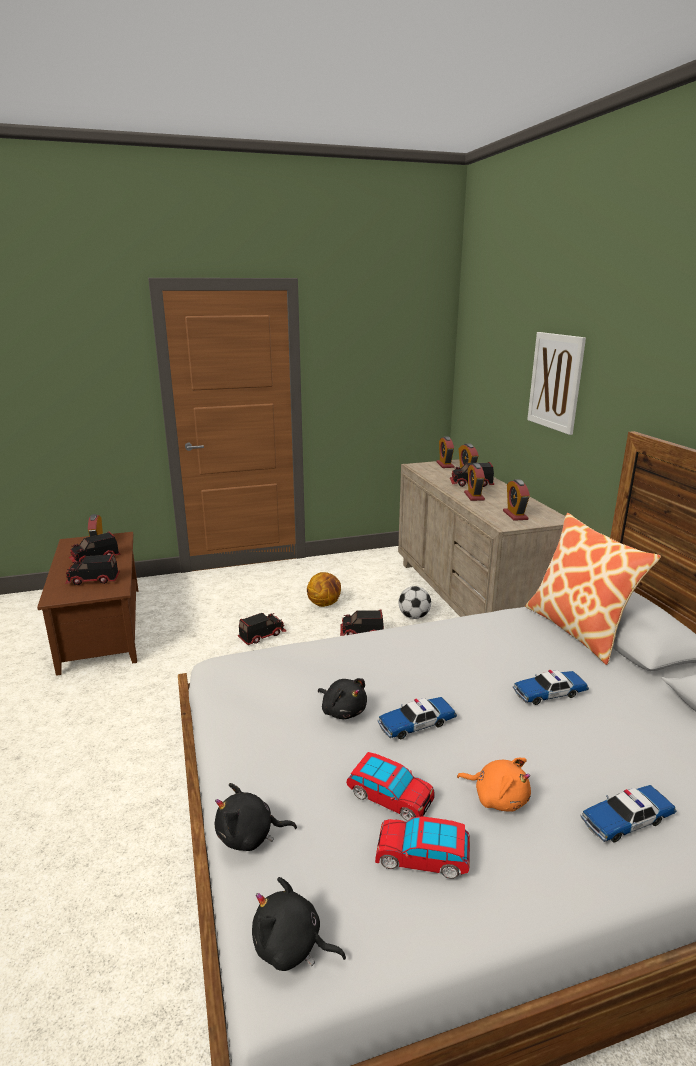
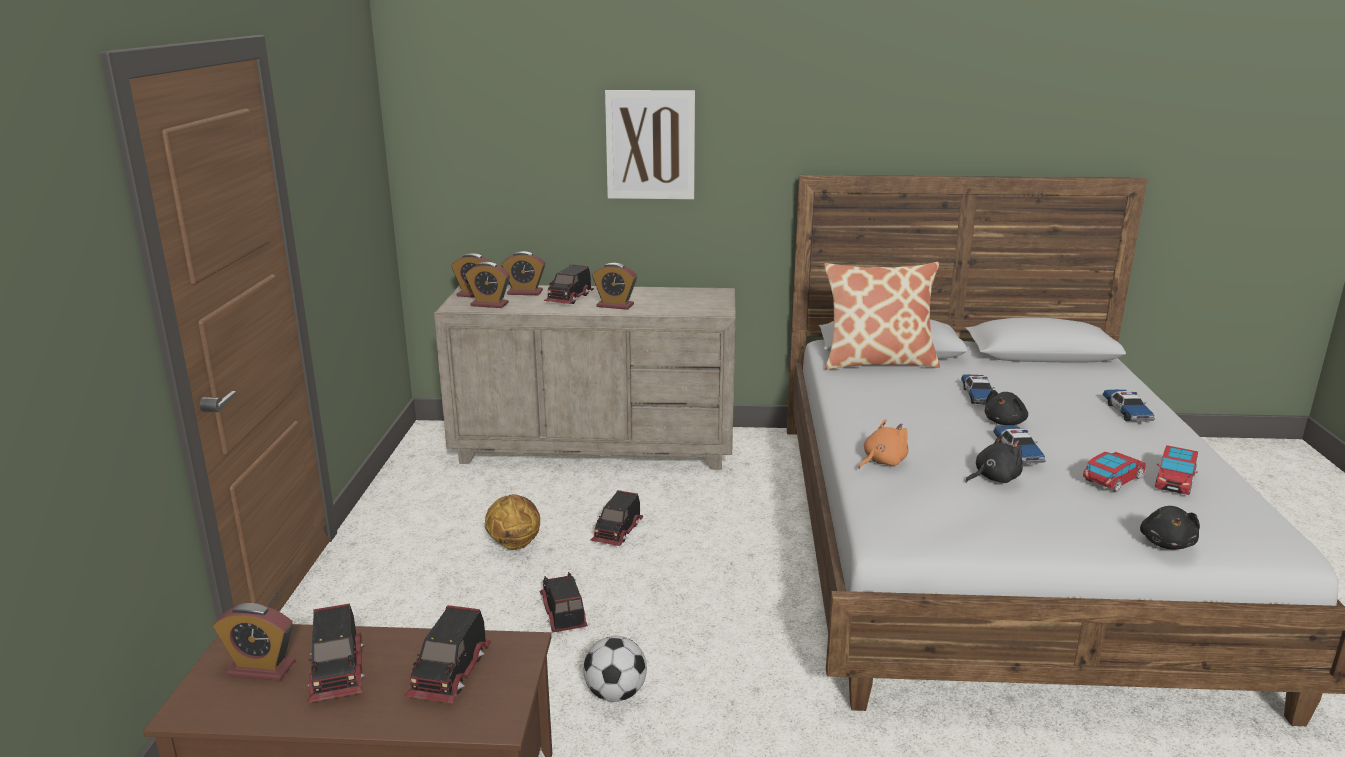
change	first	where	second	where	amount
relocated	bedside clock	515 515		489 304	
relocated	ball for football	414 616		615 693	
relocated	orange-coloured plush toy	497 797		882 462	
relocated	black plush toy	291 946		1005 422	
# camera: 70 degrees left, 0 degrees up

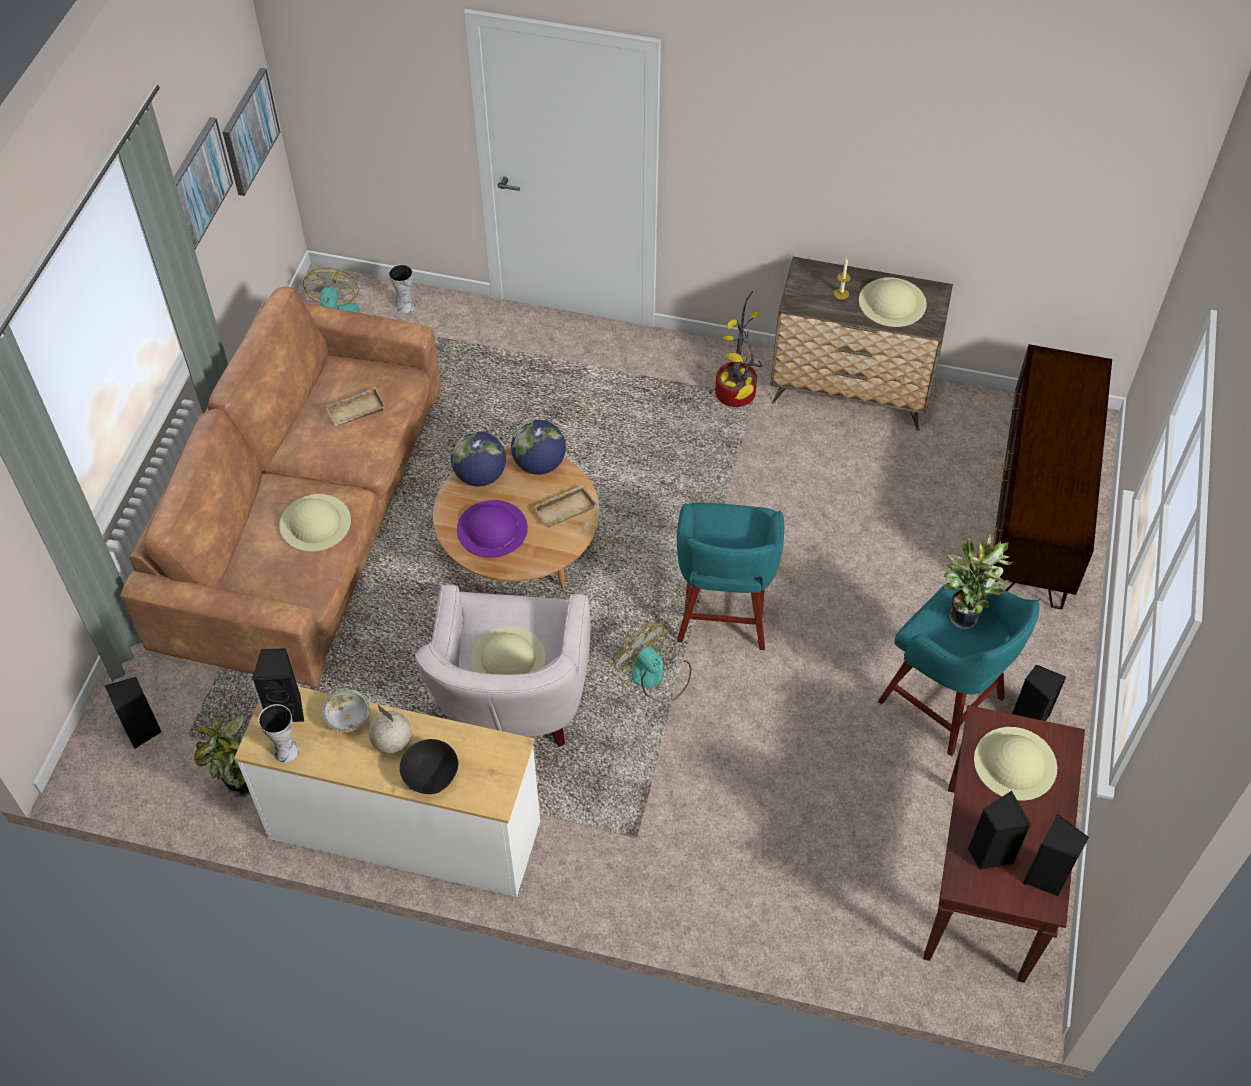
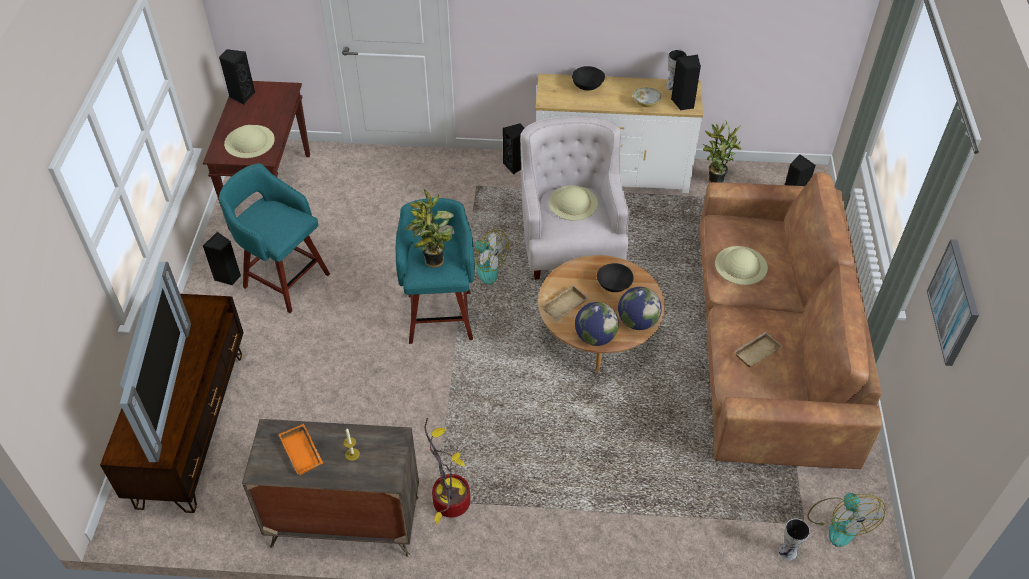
change	first	where	second	where	amount
appeared			television	164 389	
exchanged	sand-coloured hat	892 302	orange-coloured carrying tray	303 452	
relocated	houseplant	963 615		433 262	
relocated	black audio speaker	989 853		515 166	
exchanged	purplish hat	492 528	black deep dish	614 285	
missing	wall art	249 131			
missing	world globe	392 743			
# camera: 170 degrees right, 5 degrees down

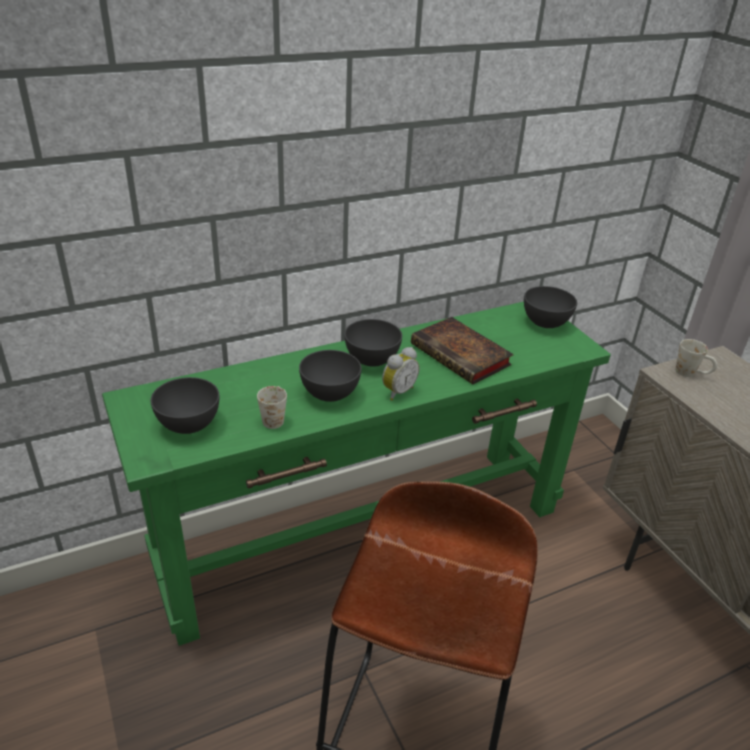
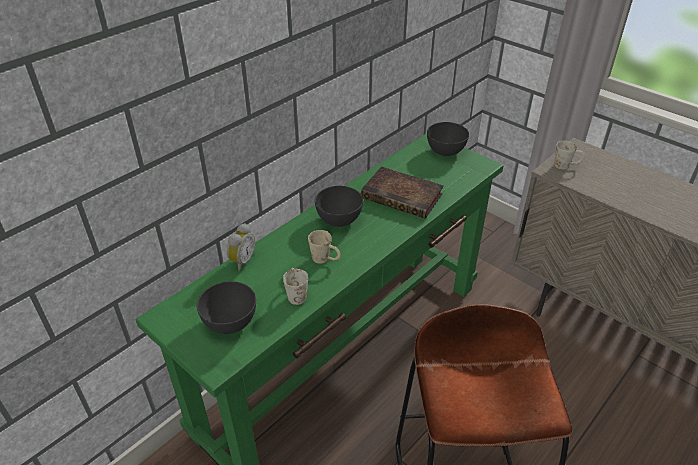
change	first	where	second	where	amount
relocated	bedside clock	397 391		241 261	
exchanged	greyish deep dish	330 394	sand-coloured mug	325 259	
# camera: 20 degrees left, 5 degrees up

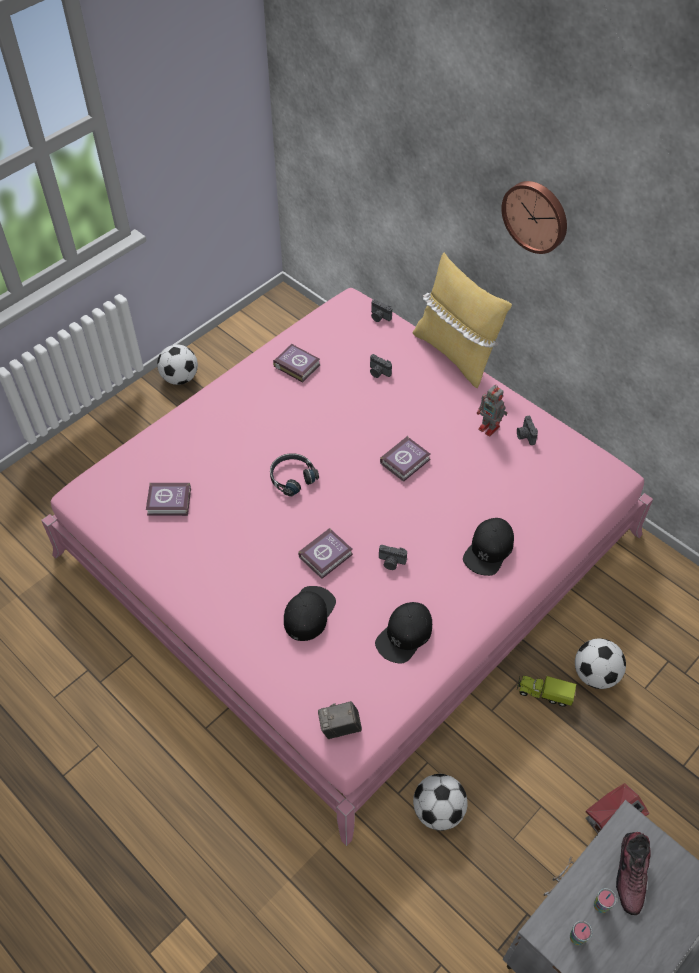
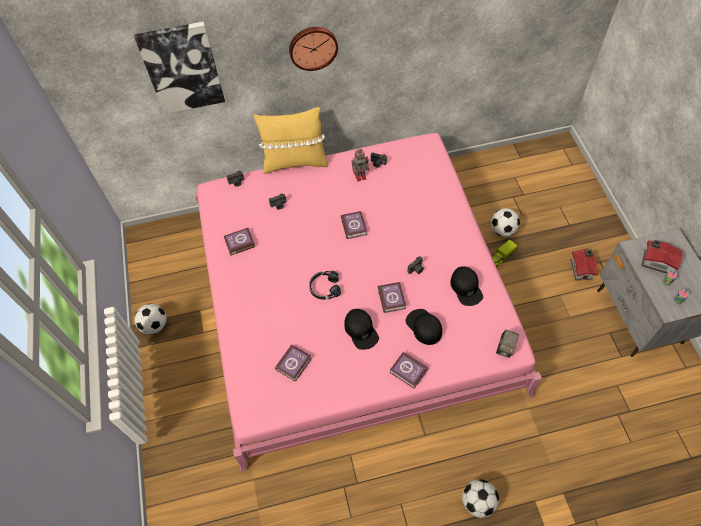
change	first	where	second	where	amount
appeared			wall art	182 68	
relocated	black peaked cap	489 550		361 330	
appeared			bound book	408 372	
relocated	ball for football	438 810		477 502	
exchanged	shoe	631 874	model house	656 261	
# camera: 55 degrees left, 5 degrees up

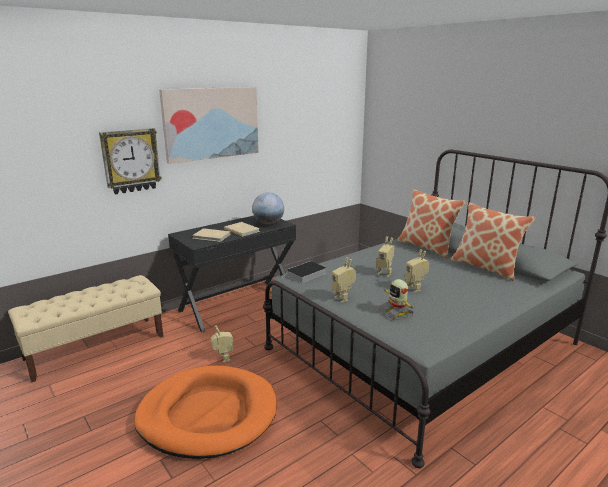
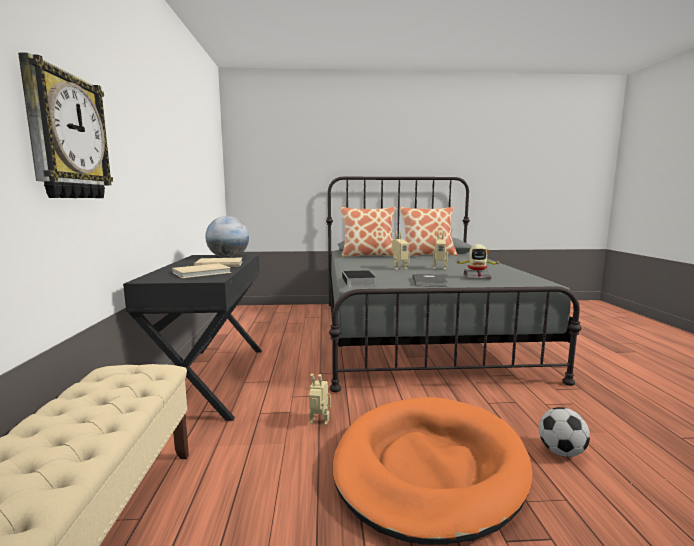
change	first	where	second	where	amount
exchanged	robot figure	343 298	greyish bound book	430 282	
appeared			ball for football	561 452	
missing	wall art	211 123			
# camera: 55 degrees left, 10 degrees down

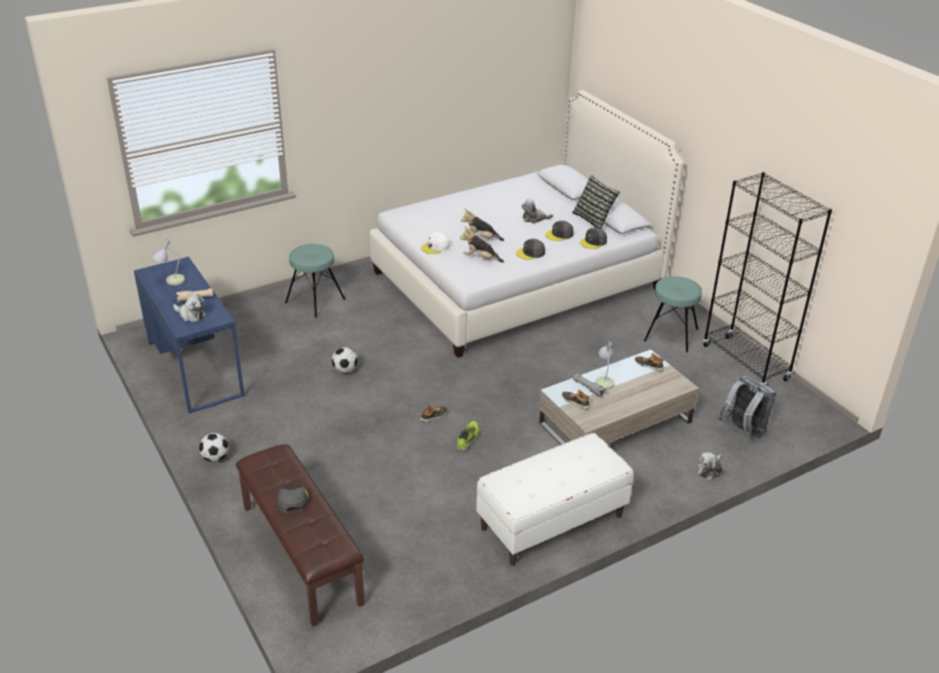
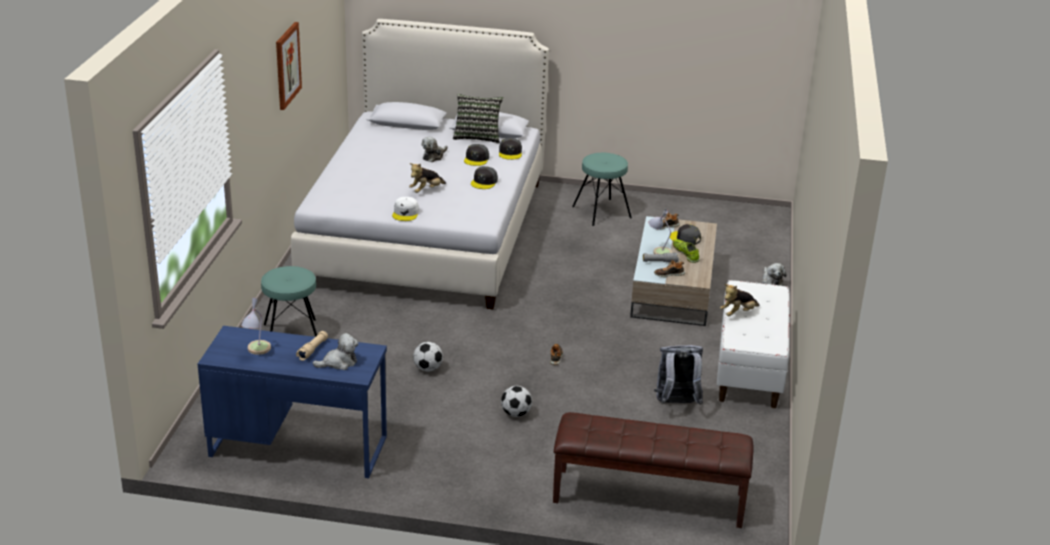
change	first	where	second	where	amount
appeared			wall art	287 65	
relocated	ball for football	215 458		516 413	
relocated	greyish knapsack	743 431		676 404	
relocated	greyish peaked cap	292 500		685 238	
relocated	shoe	468 438		686 254	
relocated	plush toy	480 259		738 313	
missing	black shelving unit	745 363			
# camera: 50 degrees left, 5 degrees down

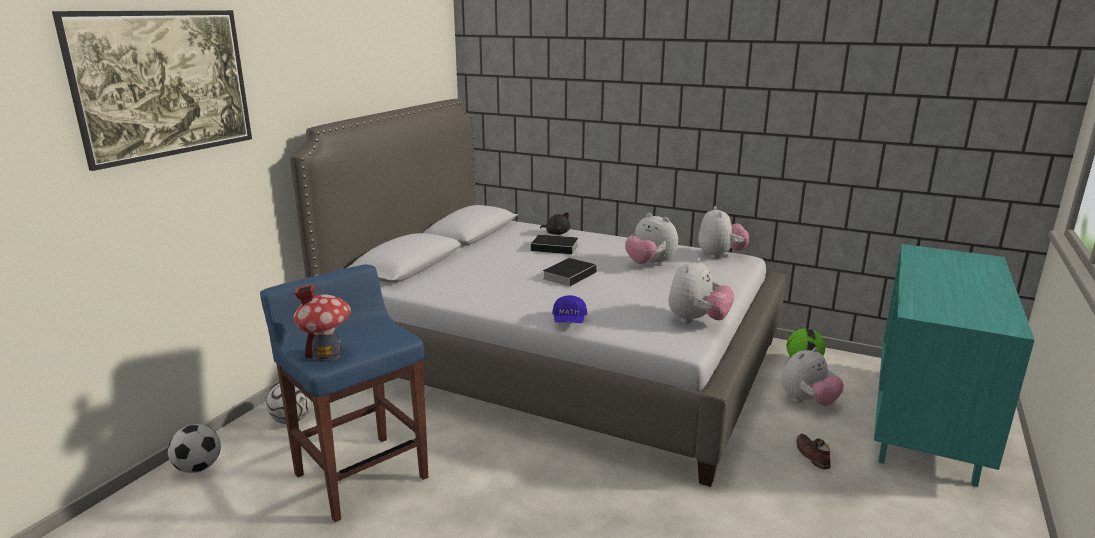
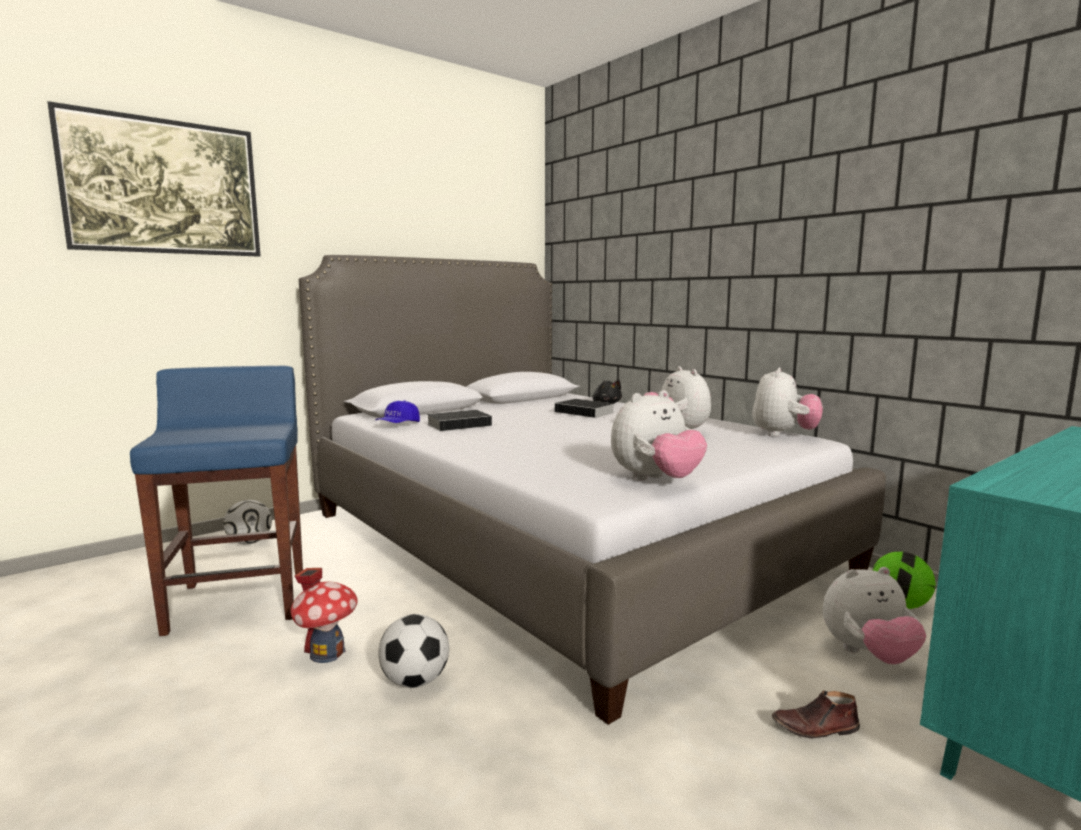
change	first	where	second	where	amount
relocated	model house	327 354		327 653	
relocated	blue peaked cap	569 321		398 425	
relocated	ball for football	198 468		415 681	
relocated	bound book	570 275		460 424	
spun	brown-coloured shoe	811 455		815 728	105 degrees counterclockwise
# camera: 25 degrees right, 10 degrees down

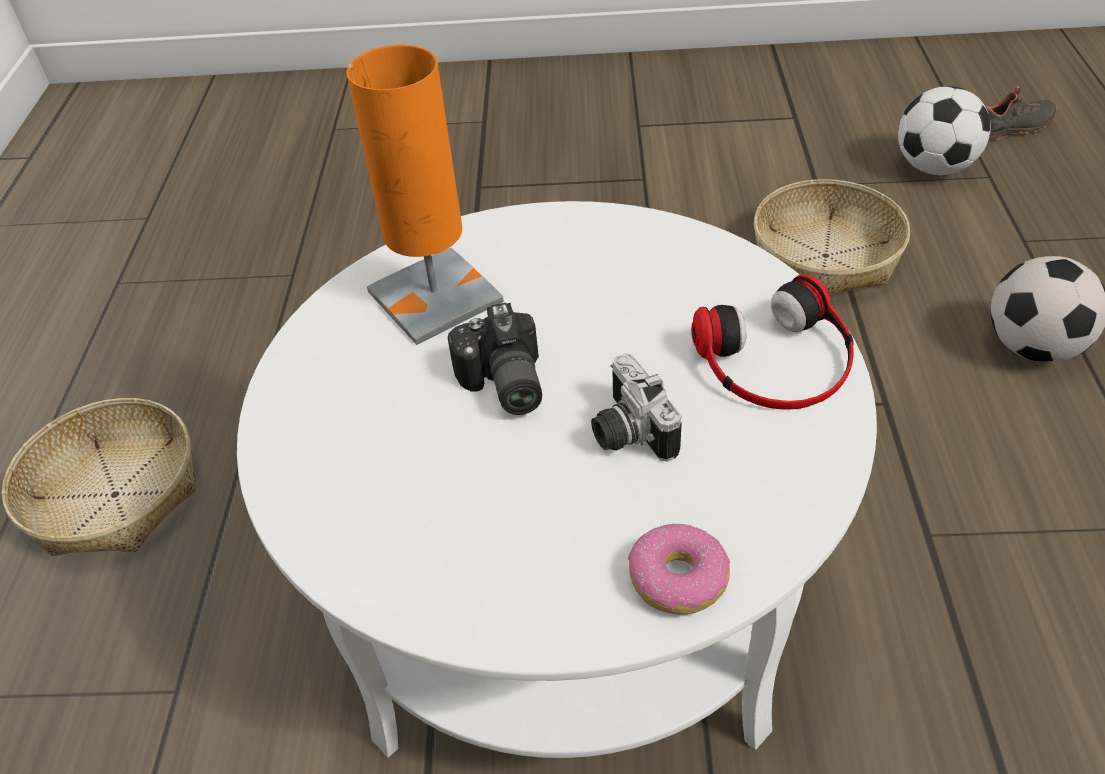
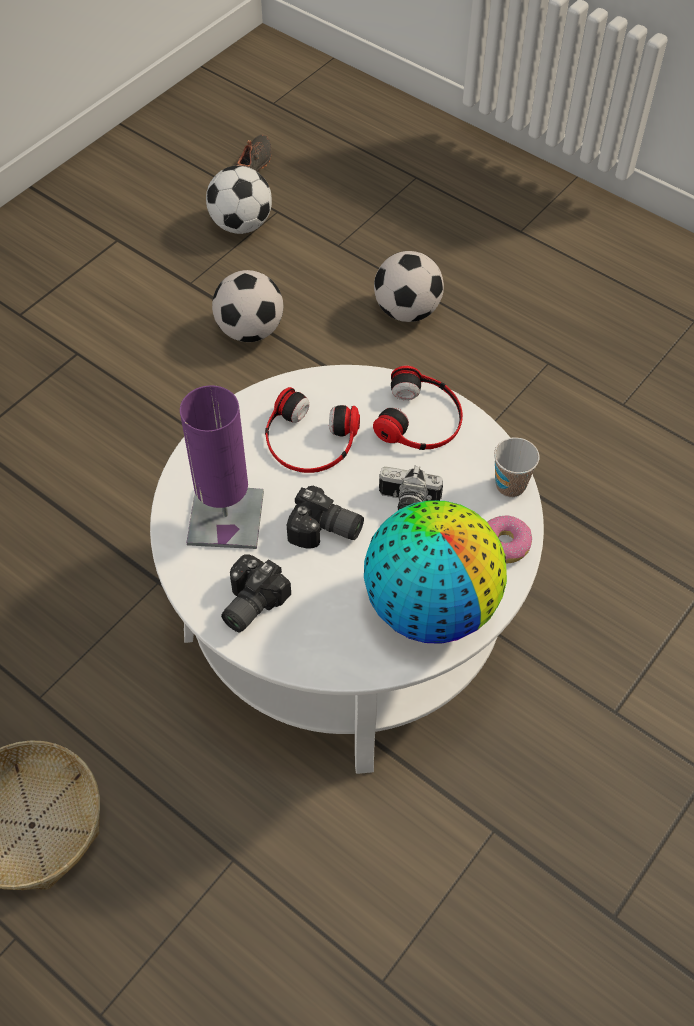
change	first	where	second	where	amount
colour	orange-coloured lamp for a table	435 297	purplish lamp for a table	226 518	
exchanged	basket	824 256	ball for football	250 330	
appeared			photo camera	248 603	
appeared			headset	309 440	
appeared			world globe	430 606	
appeared			cup	510 485	
# camera: 55 degrees left, 10 degrees up

